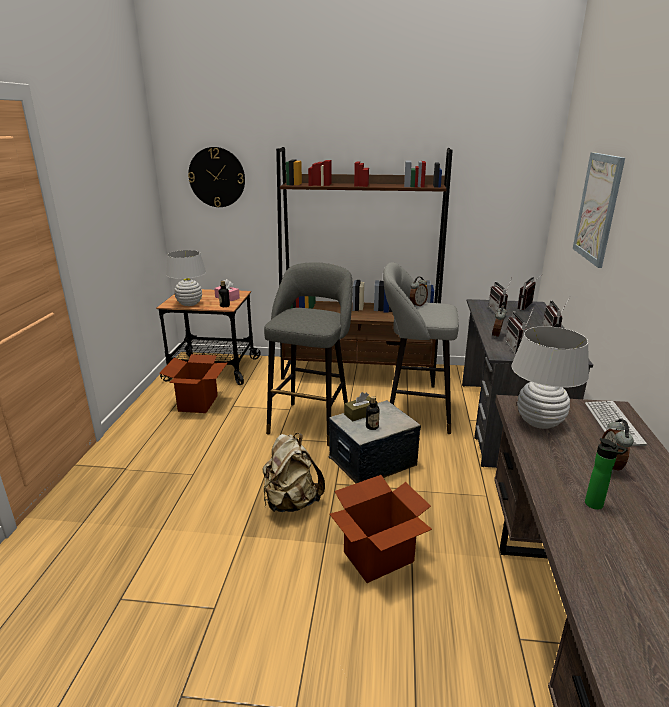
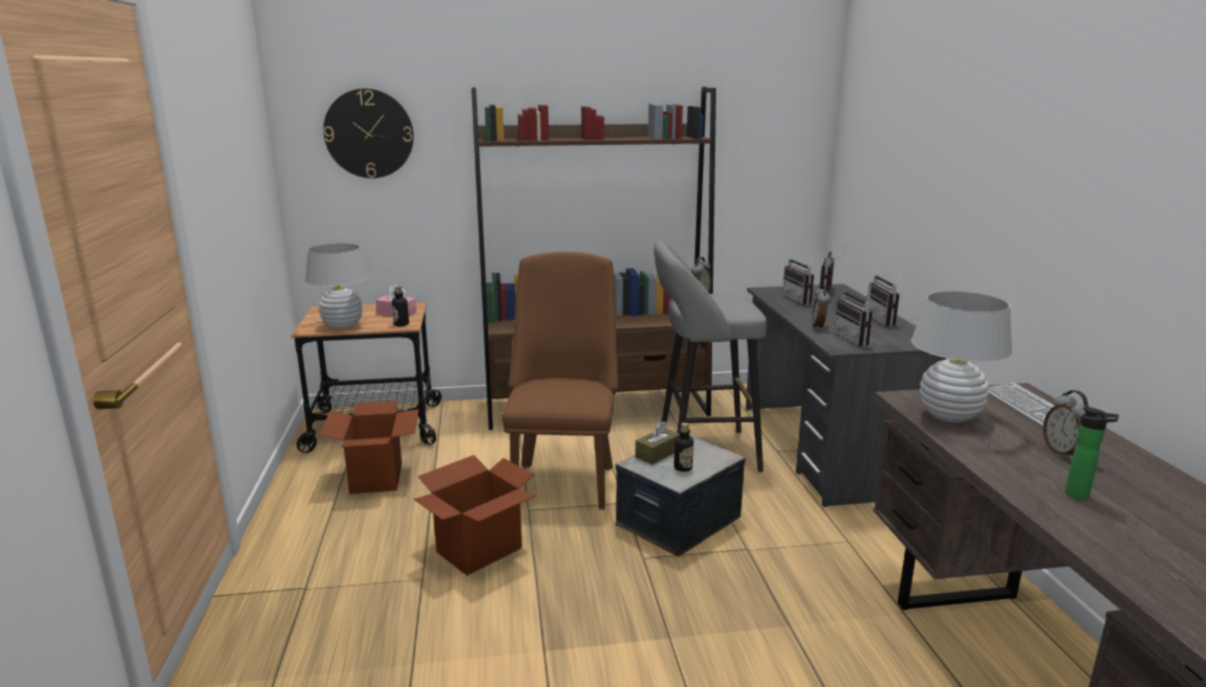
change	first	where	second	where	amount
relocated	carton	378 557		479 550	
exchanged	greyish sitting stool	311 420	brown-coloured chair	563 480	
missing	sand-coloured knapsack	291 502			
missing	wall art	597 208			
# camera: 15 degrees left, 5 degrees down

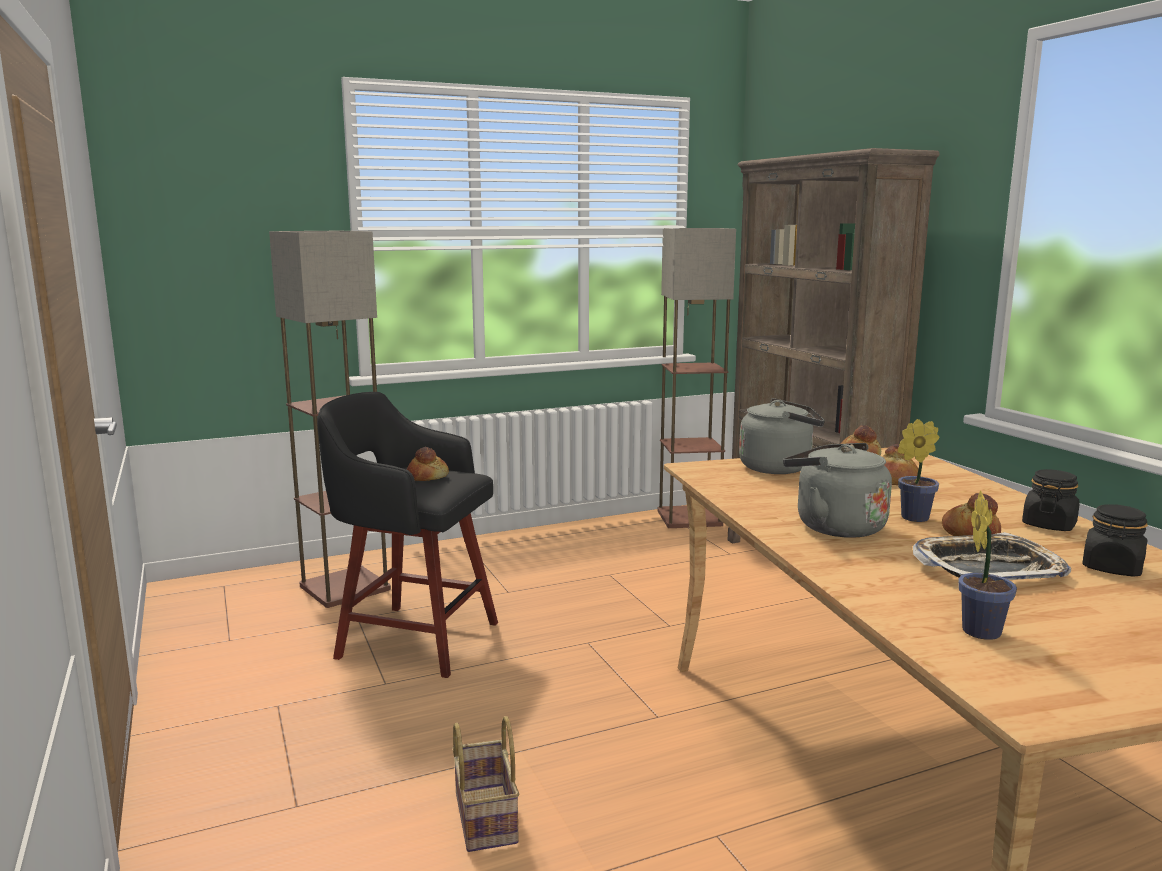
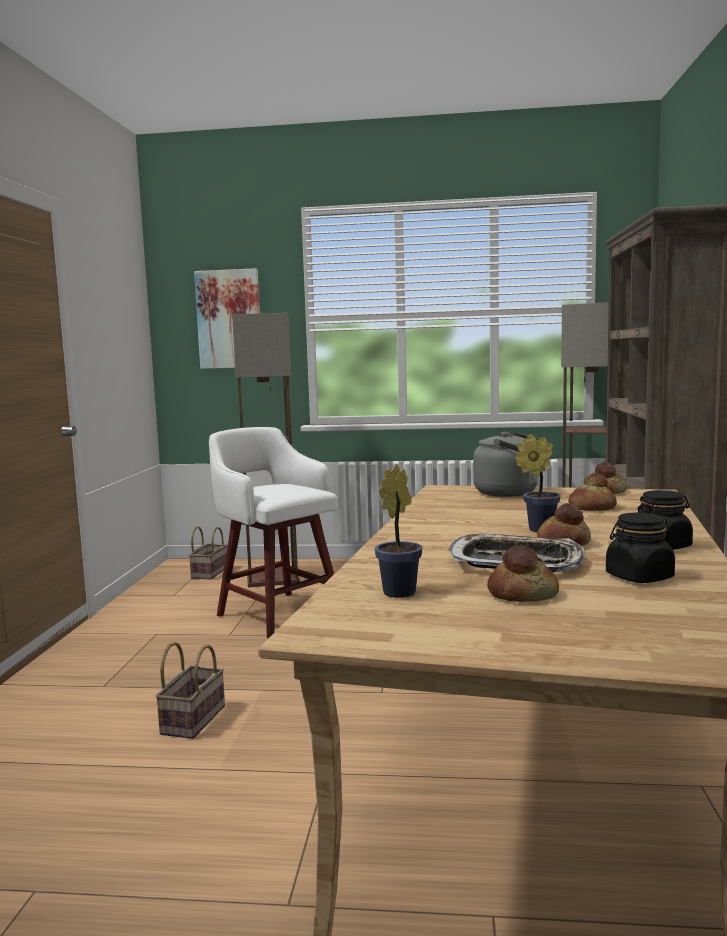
change	first	where	second	where	amount
appeared			basket	209 572	
appeared			wall art	229 319	
colour	black sitting stool	414 639	white-coloured sitting stool	277 613	
relocated	bakery bread	427 476		522 594	
missing	greyish tea kettle	834 526			
# camera: 30 degrees right, 5 degrees down

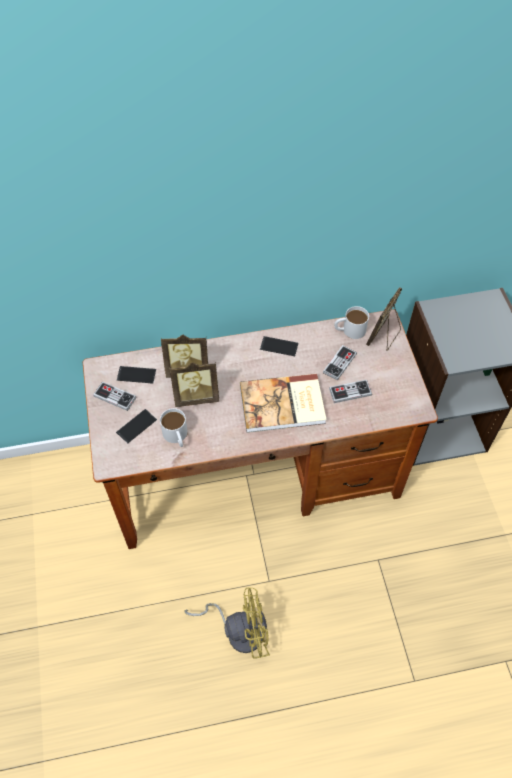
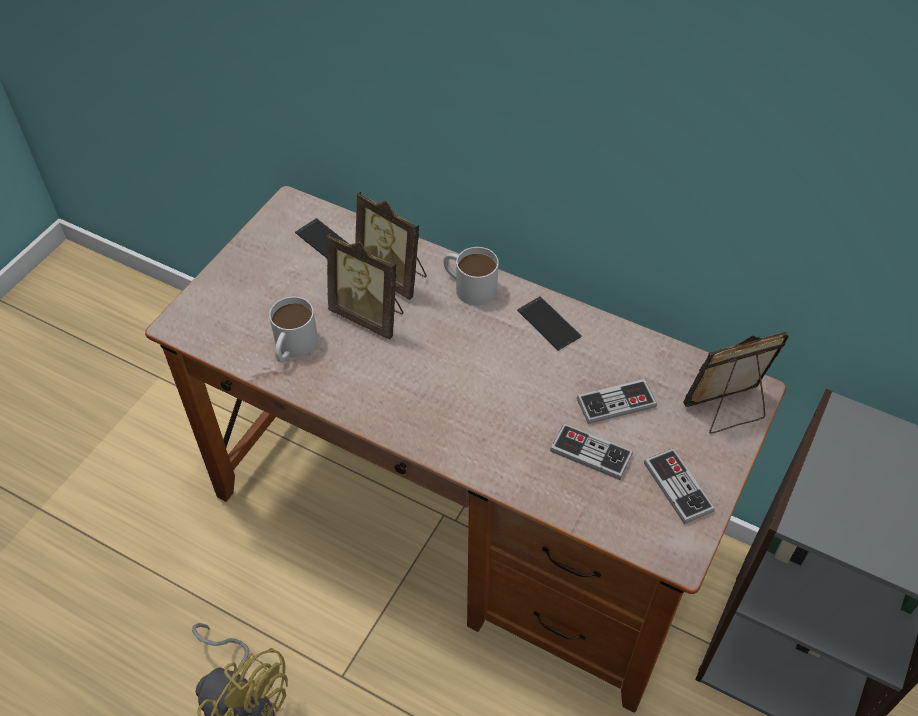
change	first	where	second	where	amount
relocated	white-coloured mug	349 330		469 286	
relocated	game controller	115 397		677 487	
missing	phone	136 426			
missing	bound book	283 405			
# camera: 40 degrees right, 5 degrees down

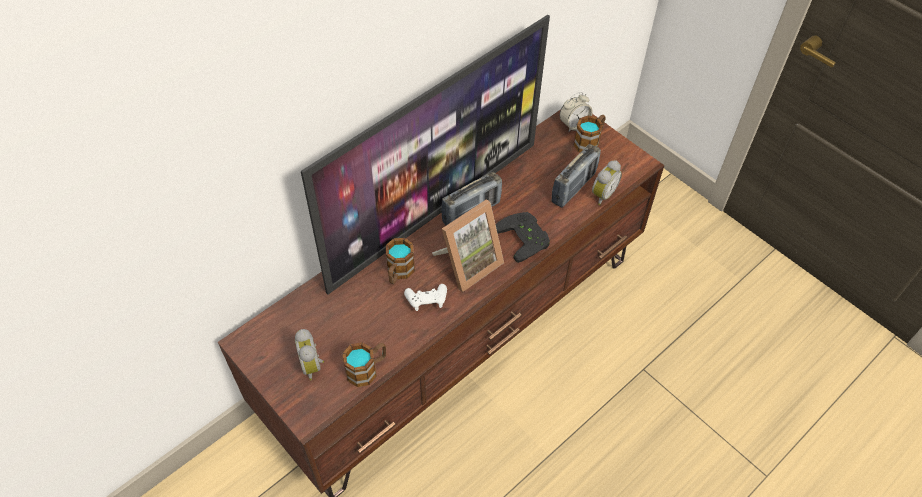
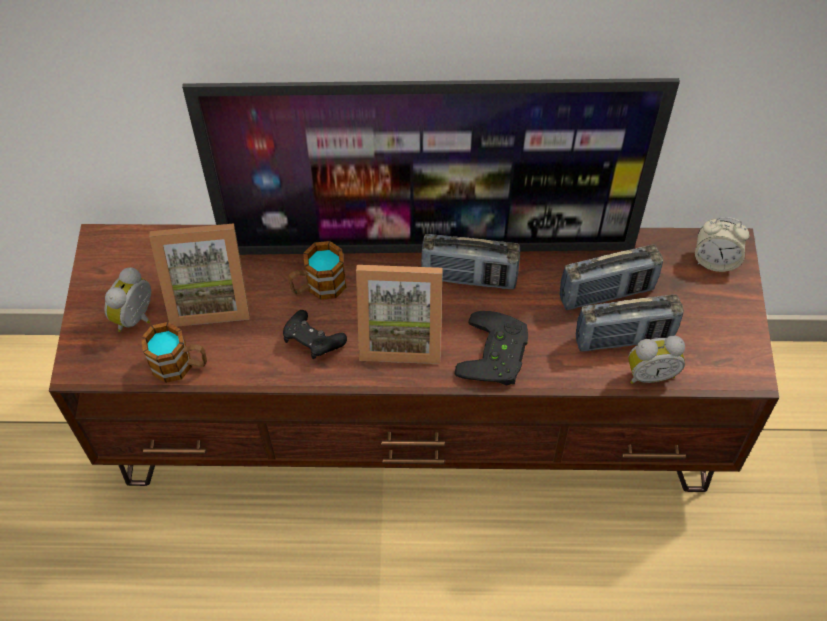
change	first	where	second	where	amount
appeared			photo frame	209 296	
colour	white-coloured game controller	427 301	black game controller	313 341	
appeared			radio set	606 293	
missing	mug	589 141			
# camera: 45 degrees right, 5 degrees up

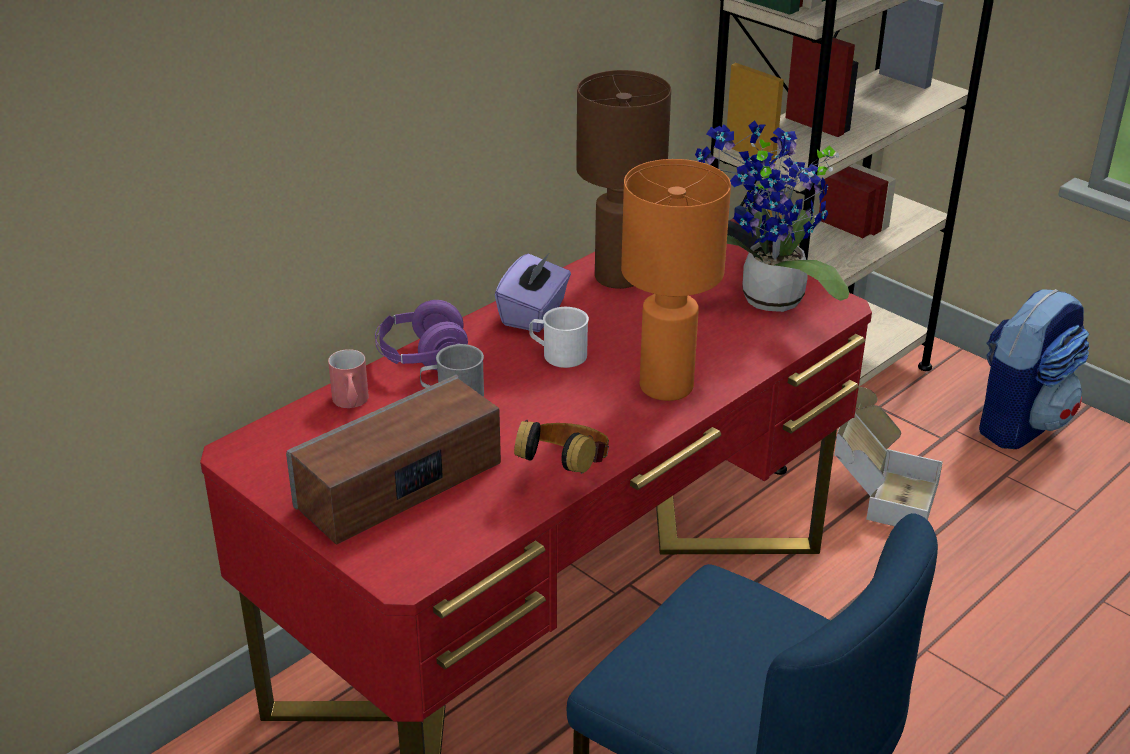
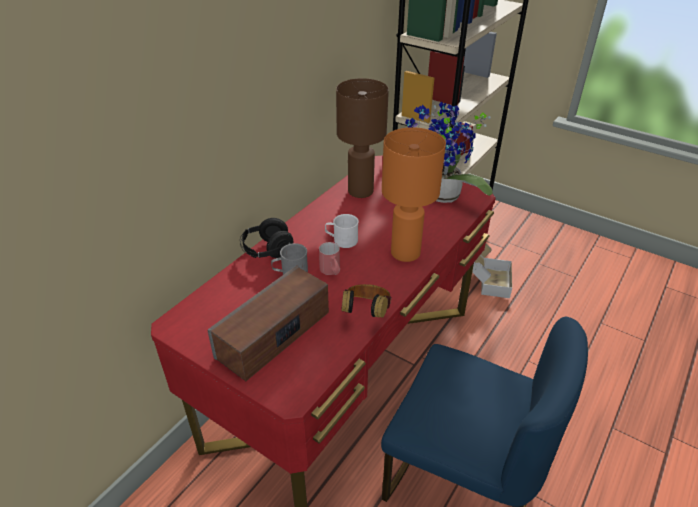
change	first	where	second	where	amount
colour	purplish headset	422 358	black headset	267 251	
relocated	reddish mug	351 403		331 272	
missing	purplish tissue box	534 314			
missing	knapsack	1020 423			
# camera: 10 degrees left, 5 degrees up

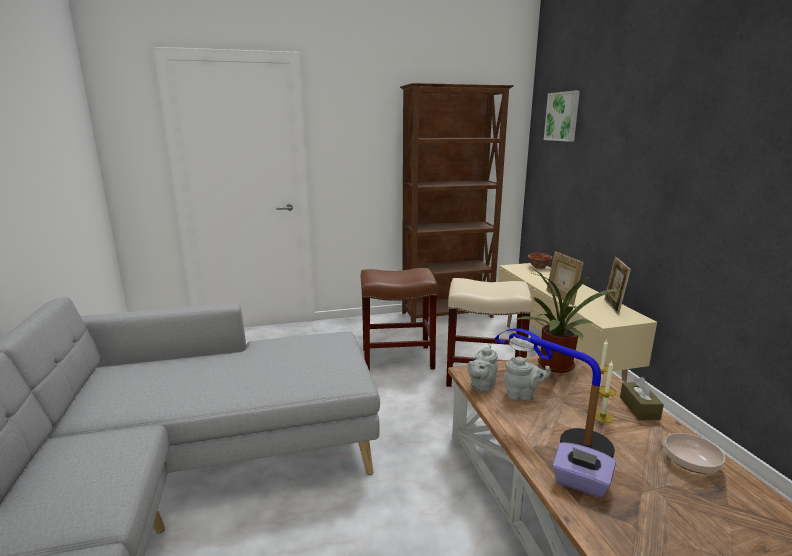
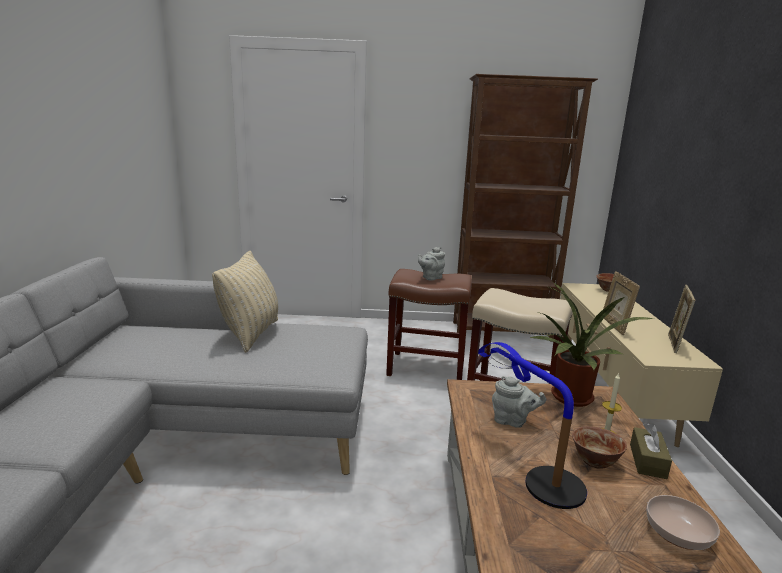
change	first	where	second	where	amount
appeared			sand-coloured pillow	251 334	
relocated	greyish tea pot	481 386		431 278	
exchanged	candle	602 417	deep dish	594 461	
missing	wall art	563 116			
missing	purplish tissue box	580 483			
# camera: 15 degrees right, 0 degrees up

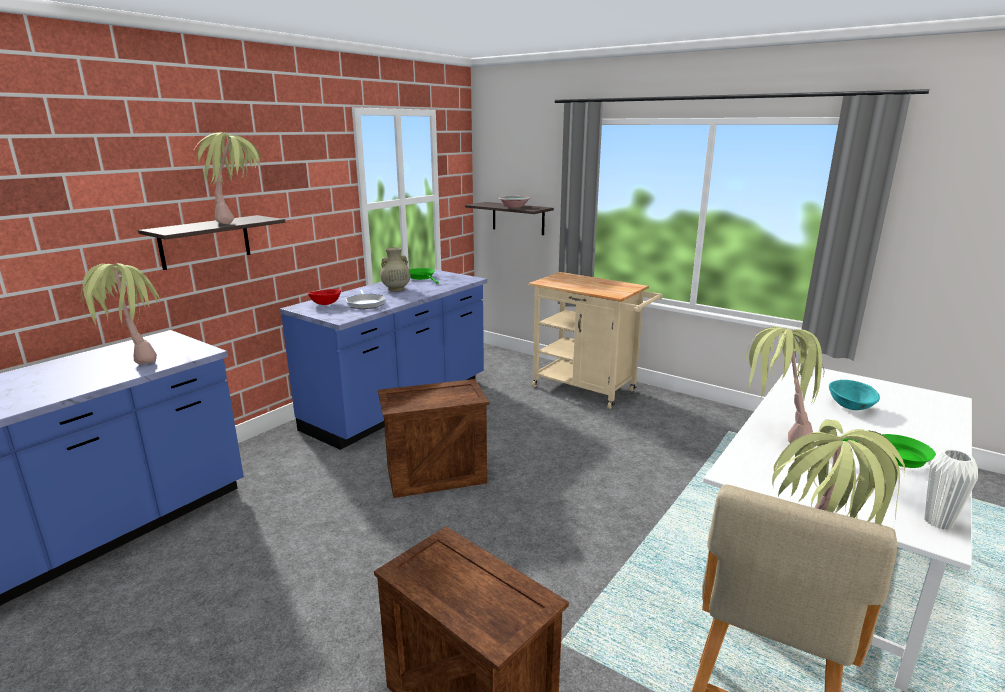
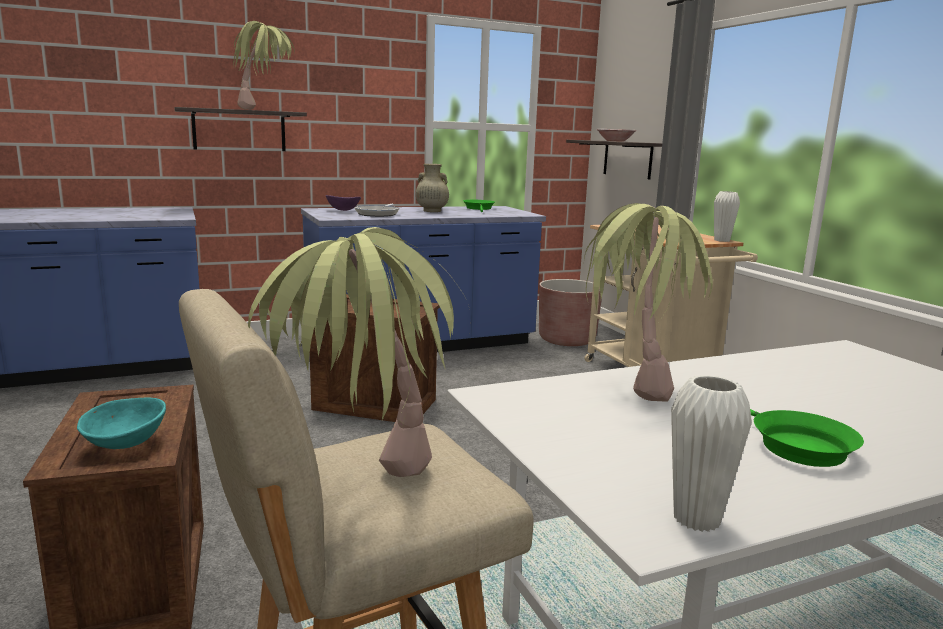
change	first	where	second	where	amount
relocated	blue-green deep dish	850 407		126 444	
colour	reddish deep dish	325 304	purplish deep dish	343 210	
appeared			brown-coloured plant pot	566 340	
appeared			white-coloured decorative vase	721 240	
missing	houseplant	133 359			
# camera: 30 degrees right, 5 degrees down

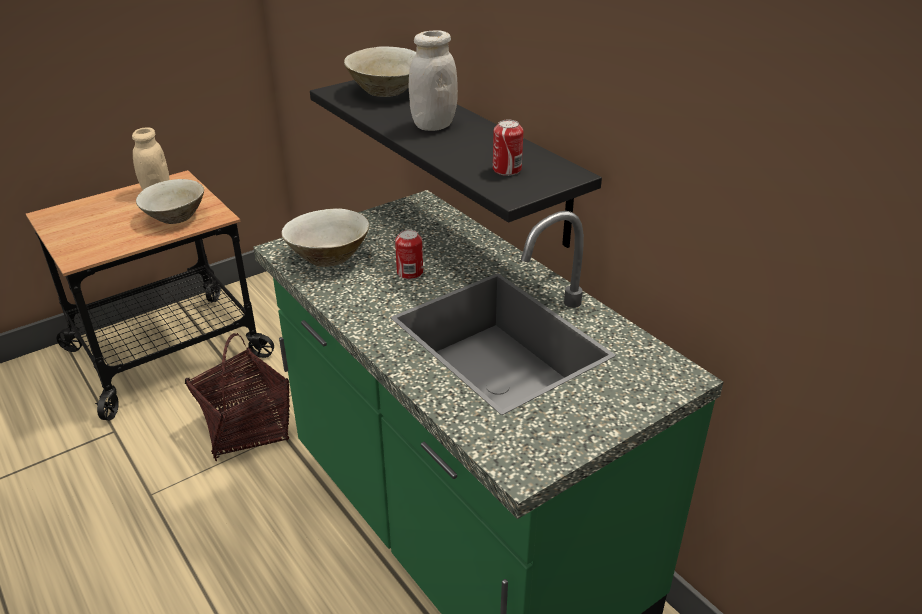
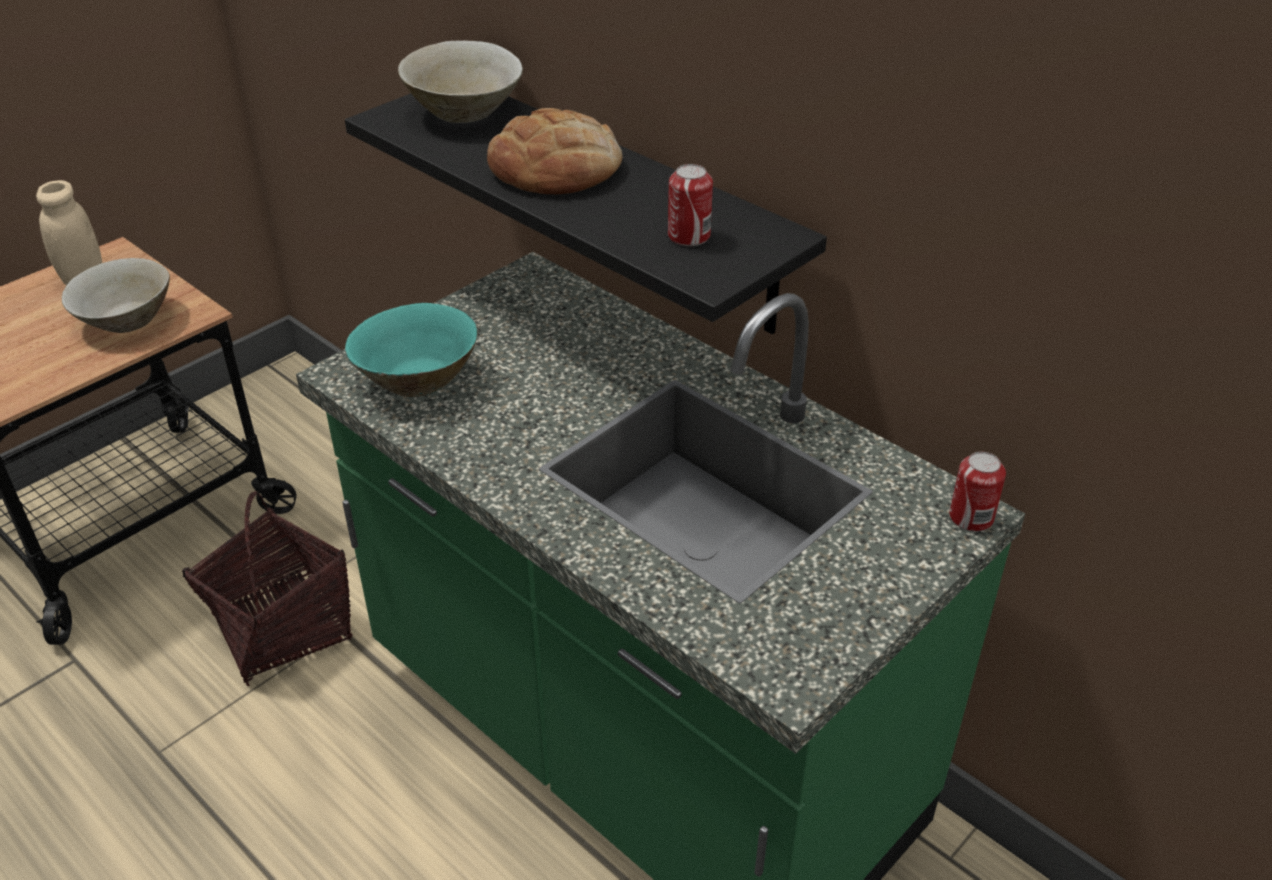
change	first	where	second	where	amount
colour	sand-coloured deep dish	328 256	blue-green deep dish	417 378	
exchanged	white-coloured jar	433 125	bakery bread	556 167	
relocated	metal can	410 272		971 517	
# camera: 10 degrees left, 5 degrees up

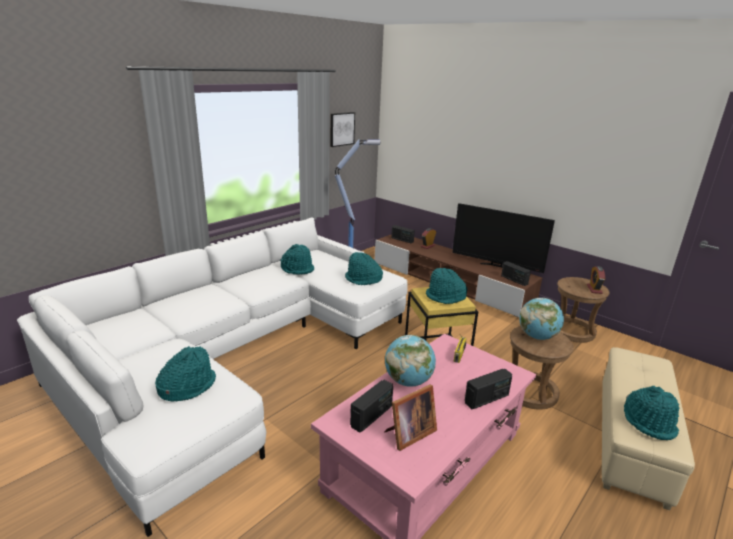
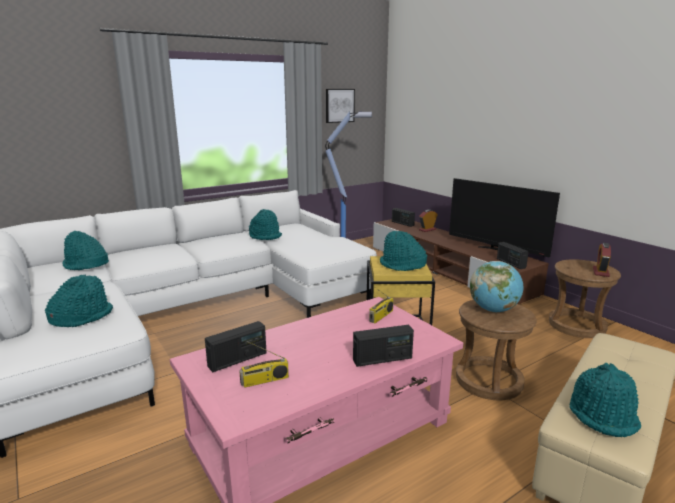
change	first	where	second	where	amount
relocated	blue-green hat	363 279		85 265	
exchanged	photo frame	408 434	radio set	264 380	
missing	world globe	408 381			
# camera: 15 degrees right, 5 degrees down

